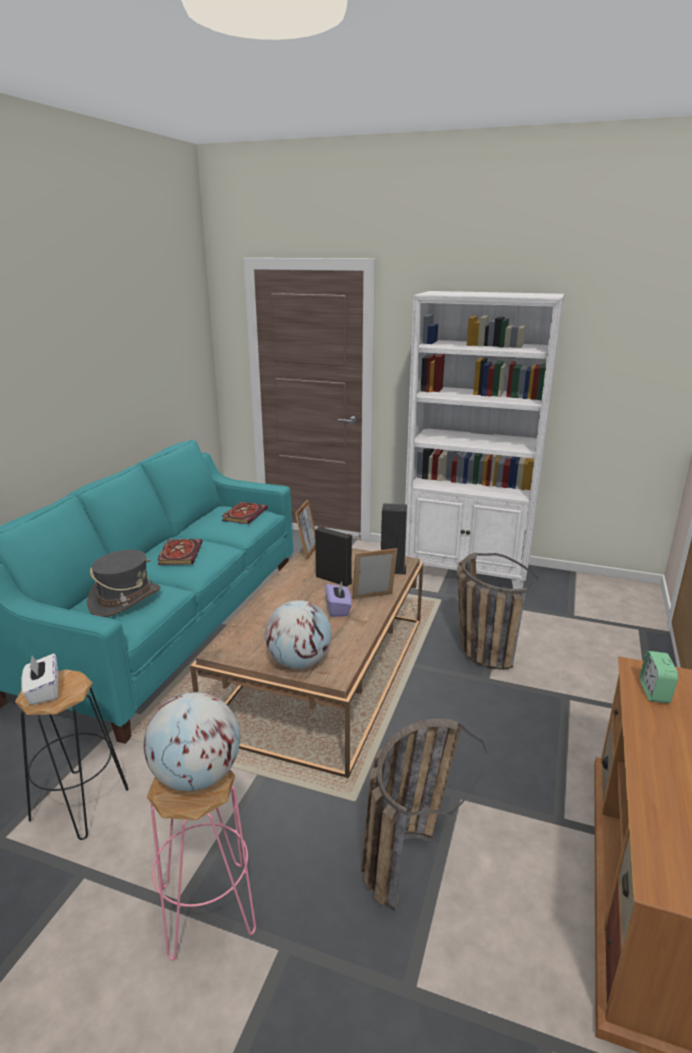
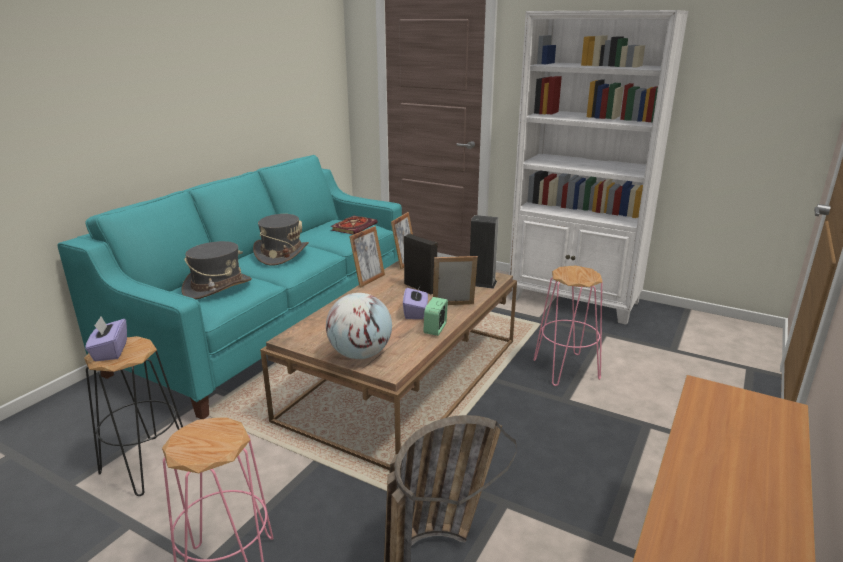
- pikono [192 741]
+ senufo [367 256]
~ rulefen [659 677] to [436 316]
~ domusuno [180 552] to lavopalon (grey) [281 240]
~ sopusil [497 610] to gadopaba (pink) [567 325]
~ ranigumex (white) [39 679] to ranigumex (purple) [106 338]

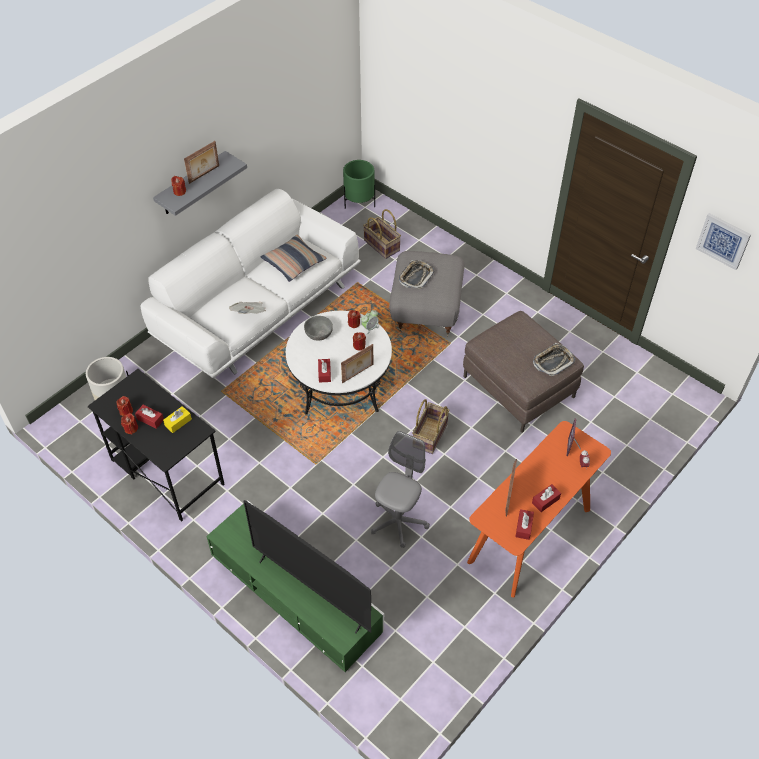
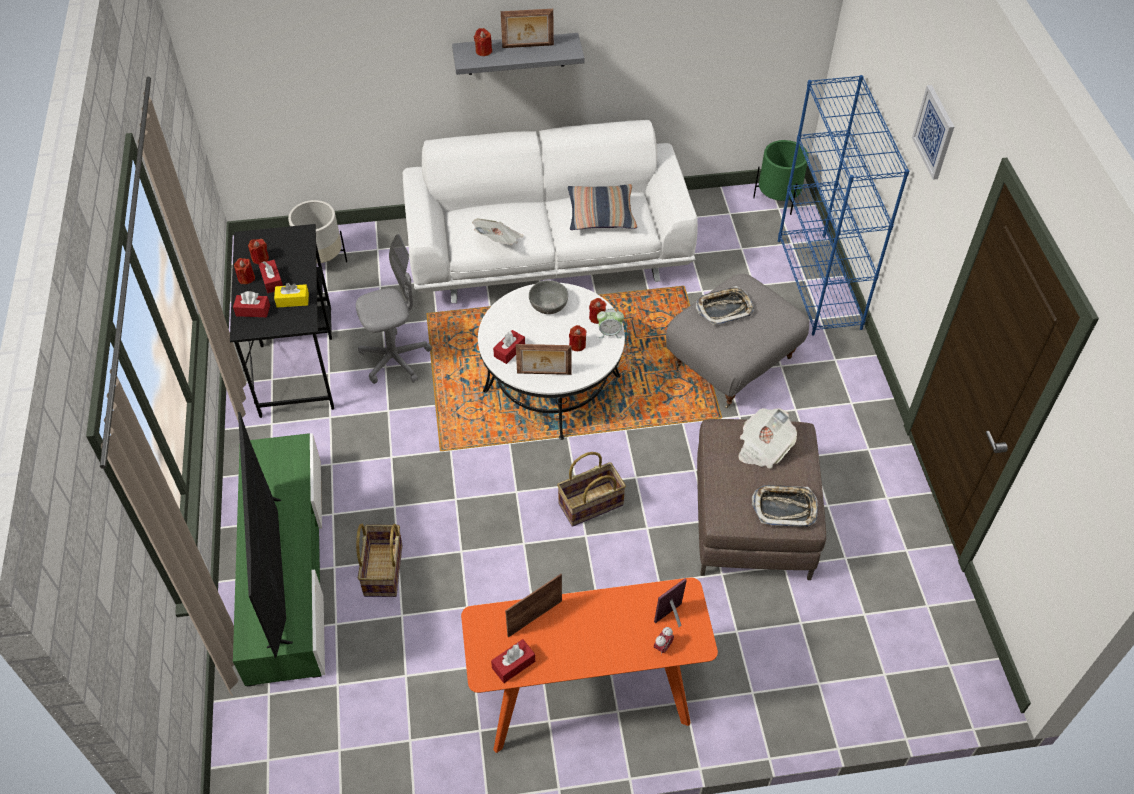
+ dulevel [767 438]
+ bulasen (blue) [843 205]
~ sopusil [382 234] to [379 560]
~ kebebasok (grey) [400 489] to [394 309]
~ ranigumex (red) [546 498] to [251 304]
~ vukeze [723 241] to [933 132]

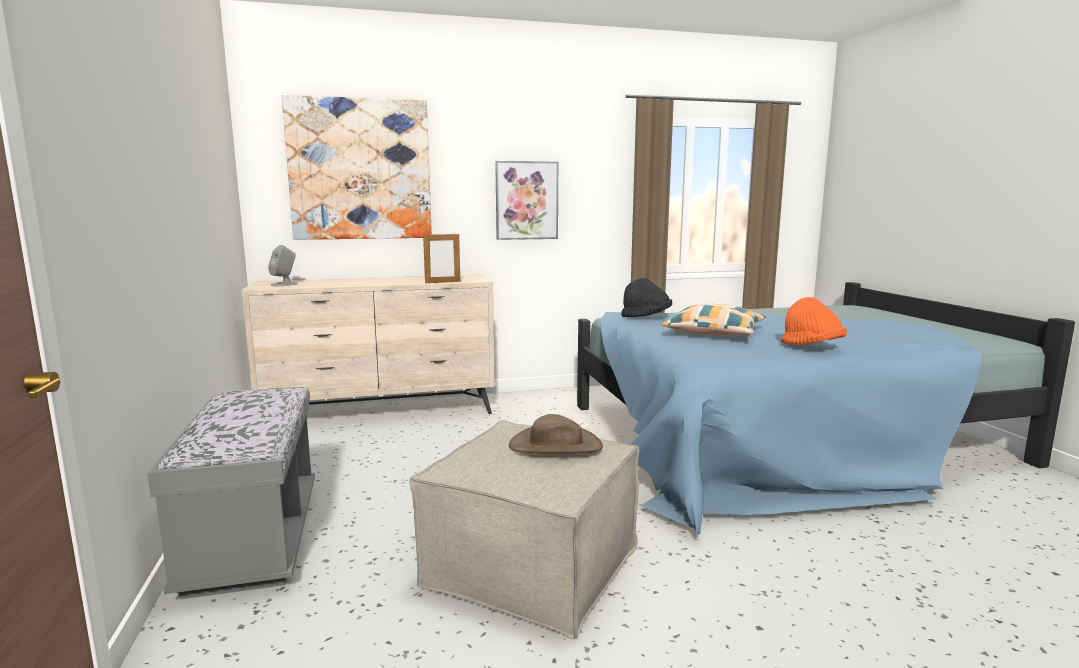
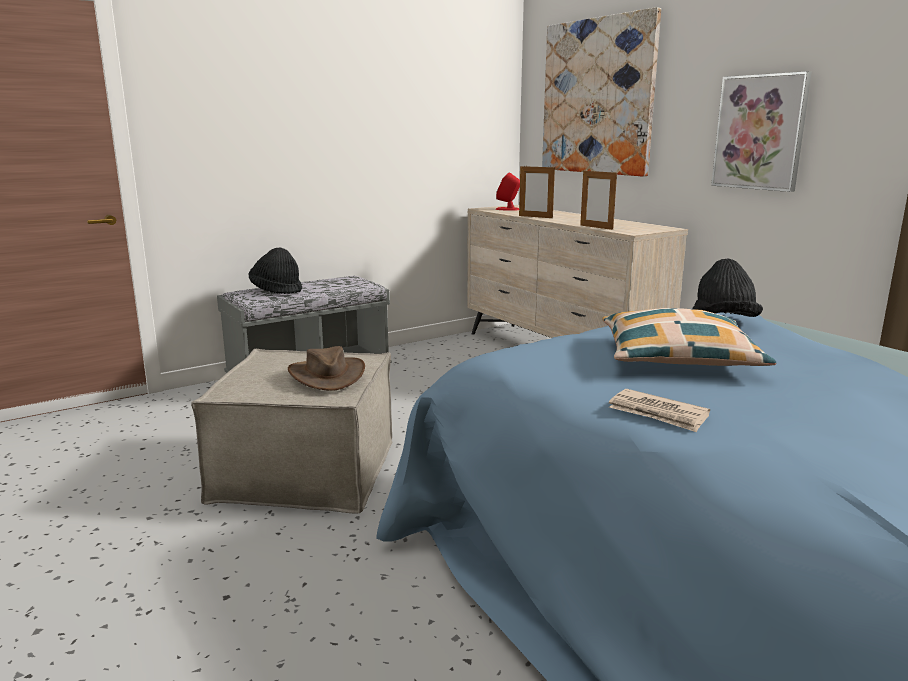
+ lavopalon (black) [275 271]
+ senufo [537 191]
~ lavopalon (orange) [814 321] to dulevel [659 410]
~ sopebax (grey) [283 265] to sopebax (red) [508 191]

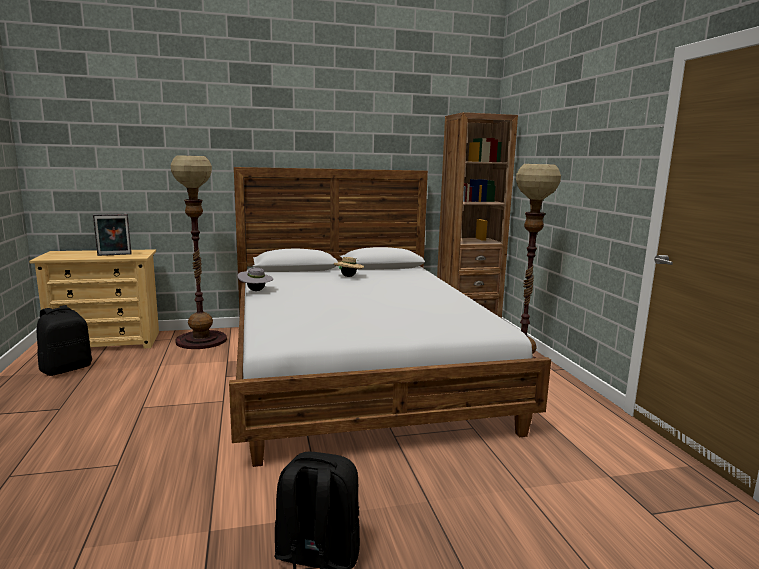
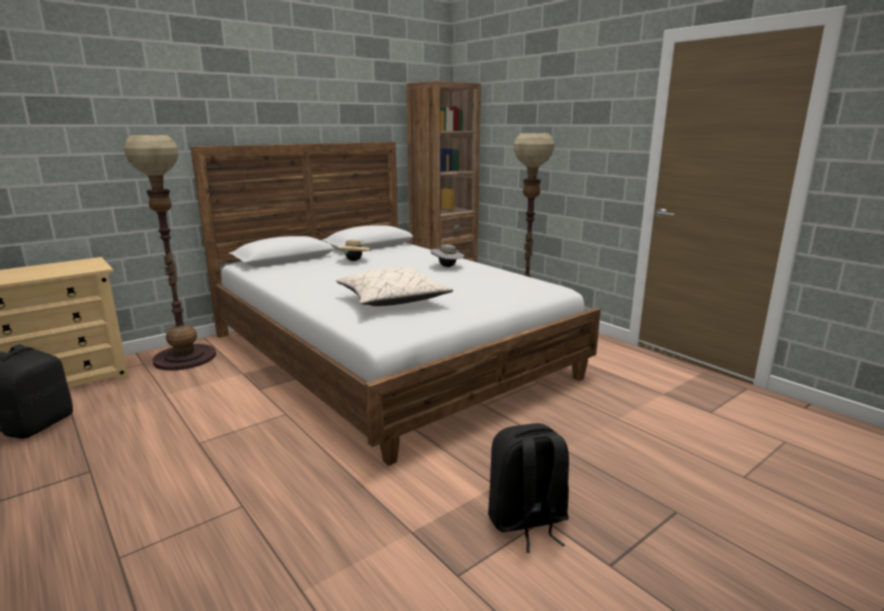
- senufo [112 235]
+ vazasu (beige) [394 286]
~ lavopalon (grey) [255 279] to [447 255]

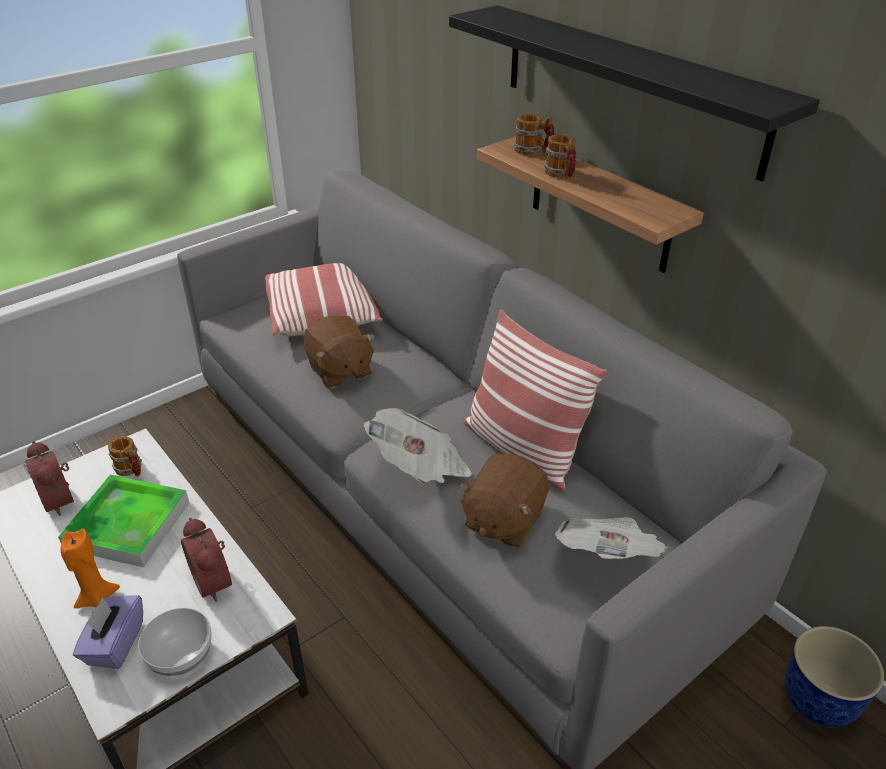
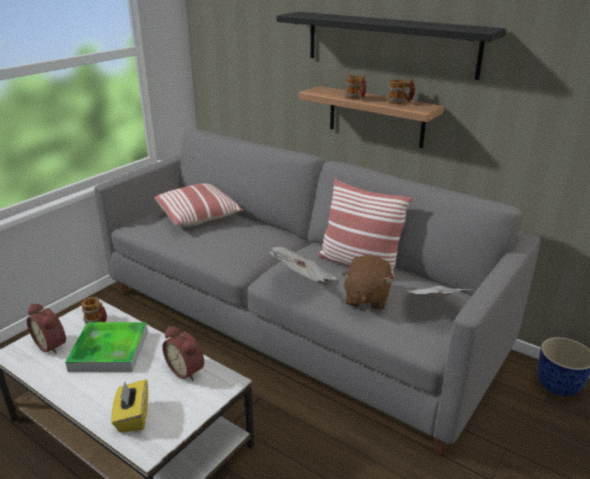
- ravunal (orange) [90 568]
- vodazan [175 642]
- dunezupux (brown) [339 352]
~ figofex [534 134] to [401 91]
~ ranigumex (purple) [108 632] to ranigumex (yellow) [129 405]

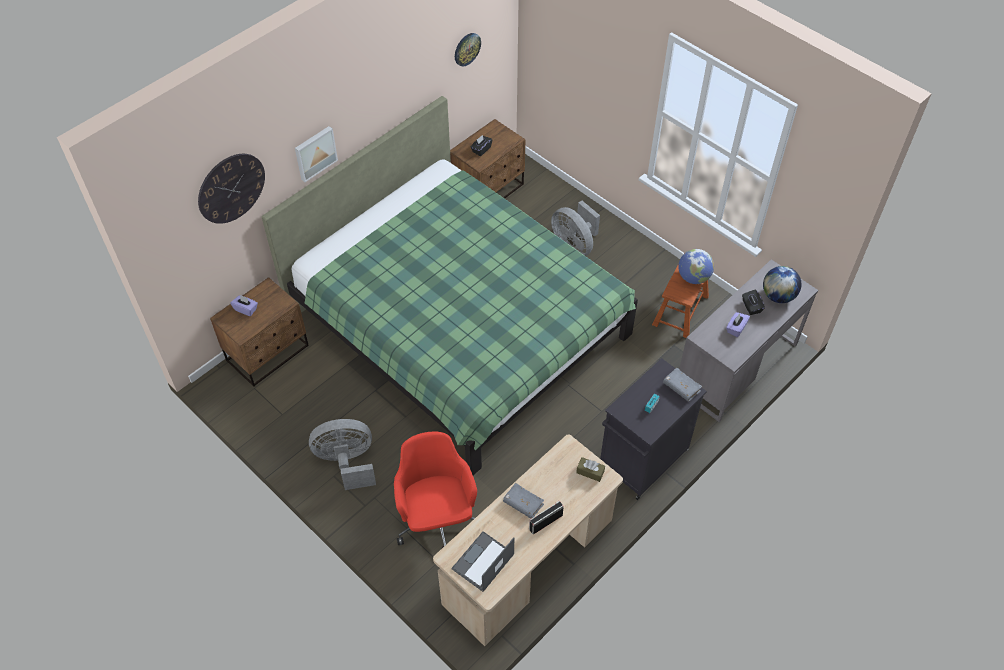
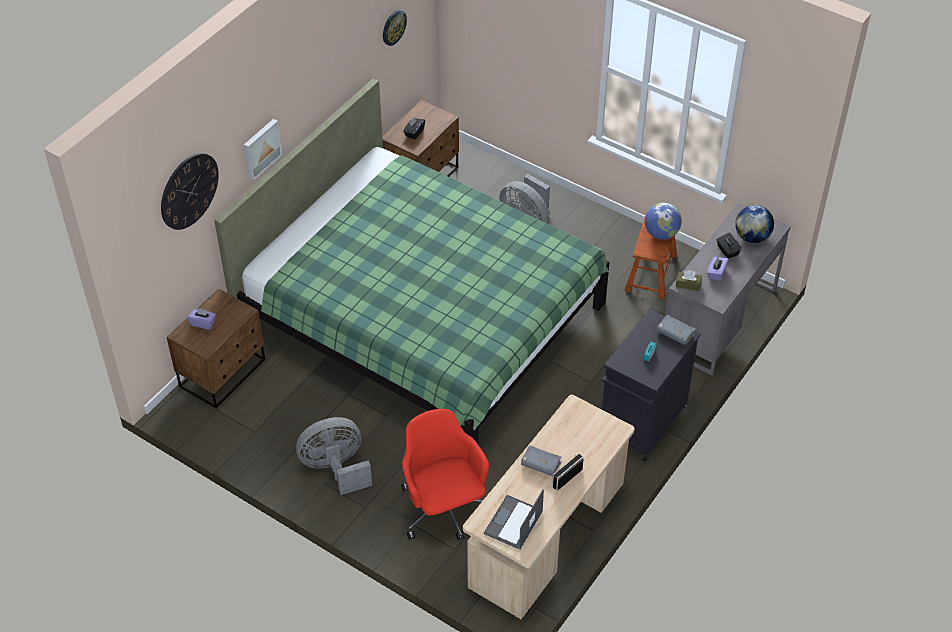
~ ranigumex (brown) [590 469] to [689 280]

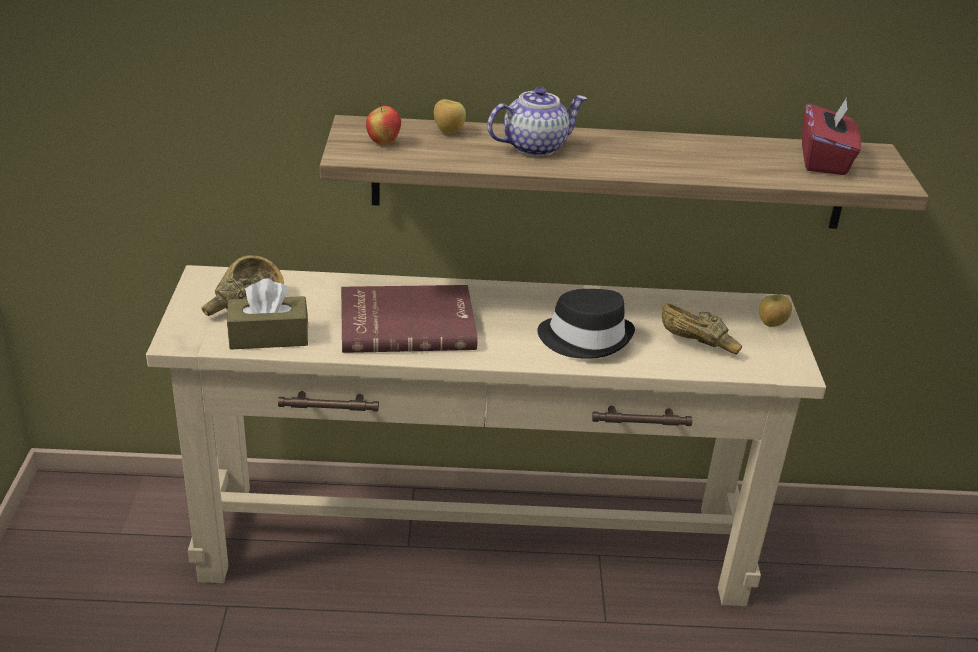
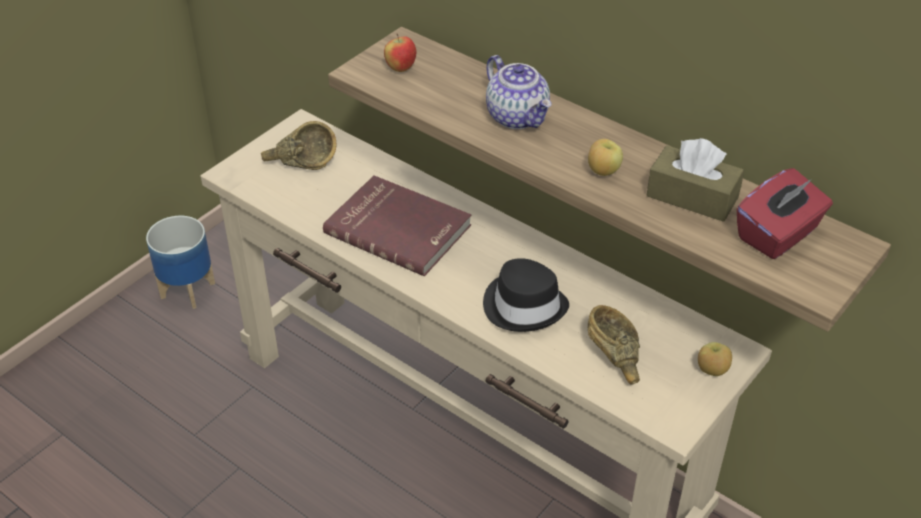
+ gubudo [180 262]
~ ranigumex (brown) [268 314] to [695 180]
~ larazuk [450 116] to [605 157]
~ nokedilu [537 122] = [519 92] 45 degrees clockwise

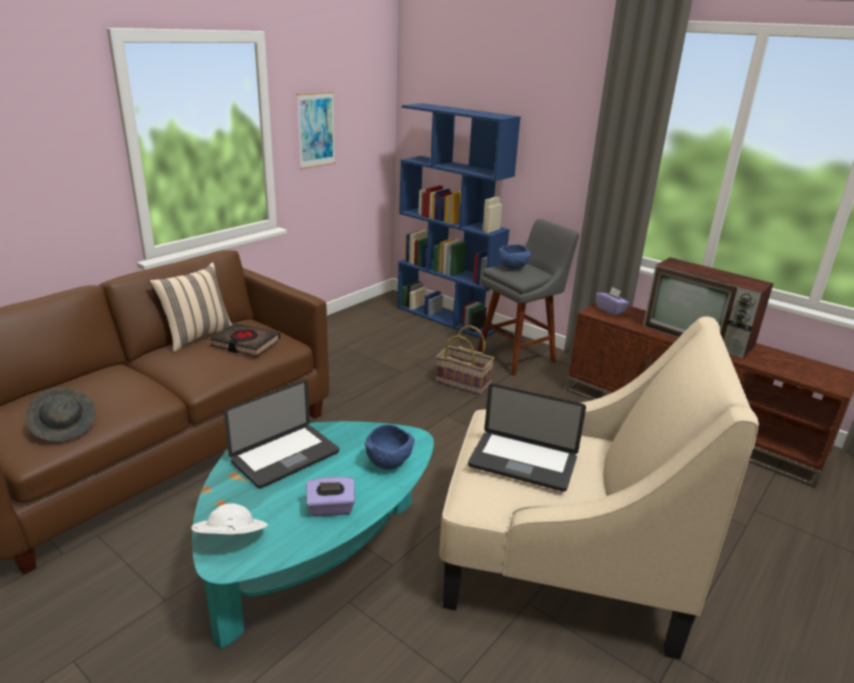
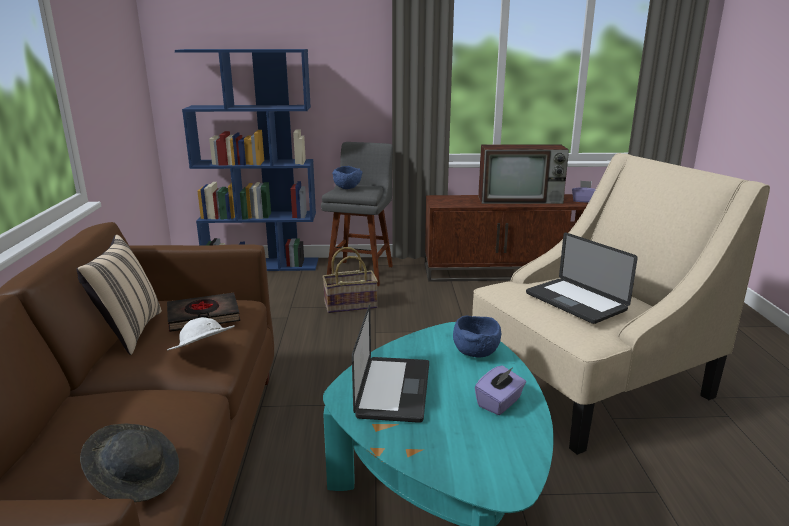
- vukeze [316 130]
~ lavopalon (white) [229 518] to [201 333]
~ ranigumex (purple) [612 301] to [584 192]
~ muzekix [527 437] = [582 278] 75 degrees clockwise

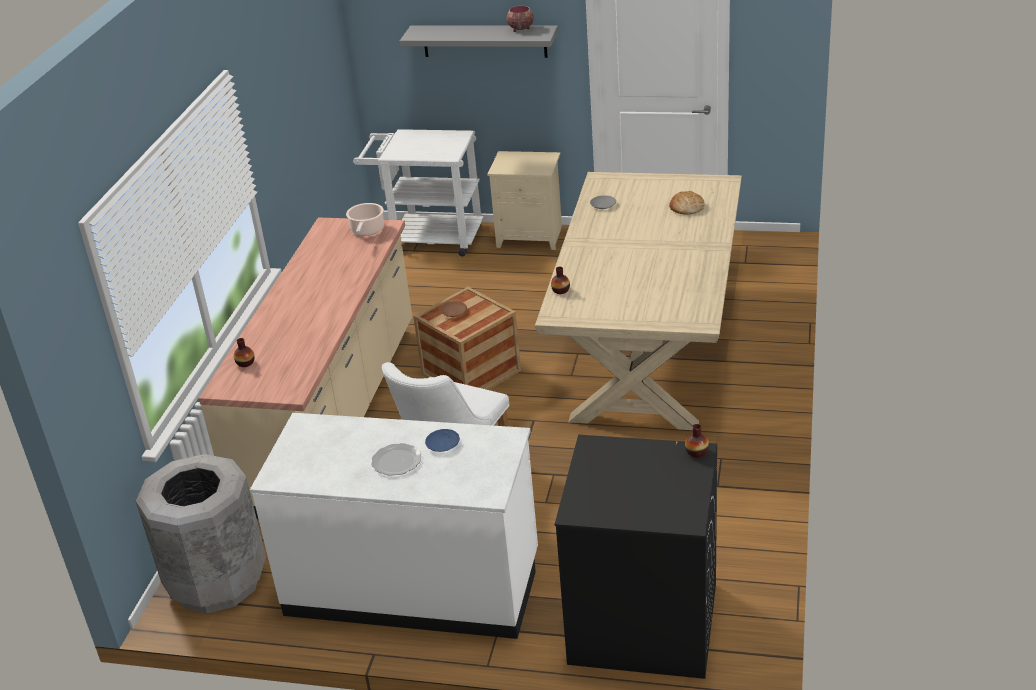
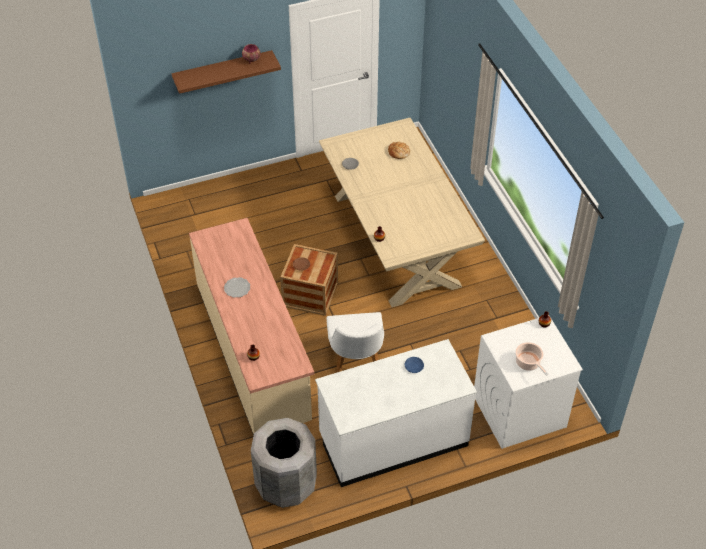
- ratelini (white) [418 193]
- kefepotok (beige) [524 200]
~ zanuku [365 219] to [532 359]
~ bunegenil [396 459] to [237 287]
~ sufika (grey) [479 42] to sufika (brown) [226 72]
~ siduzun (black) [636 557] to siduzun (white) [528 383]

